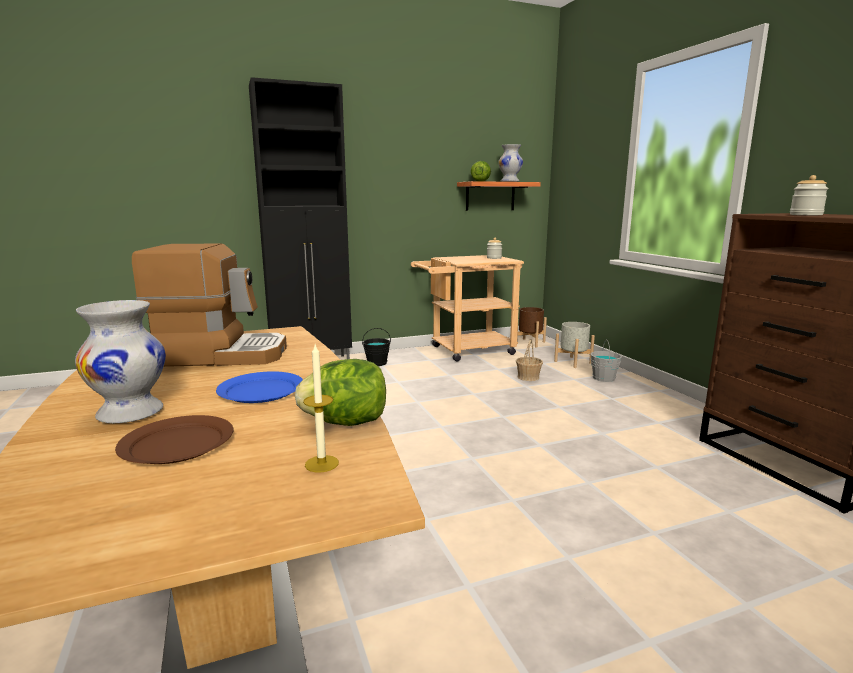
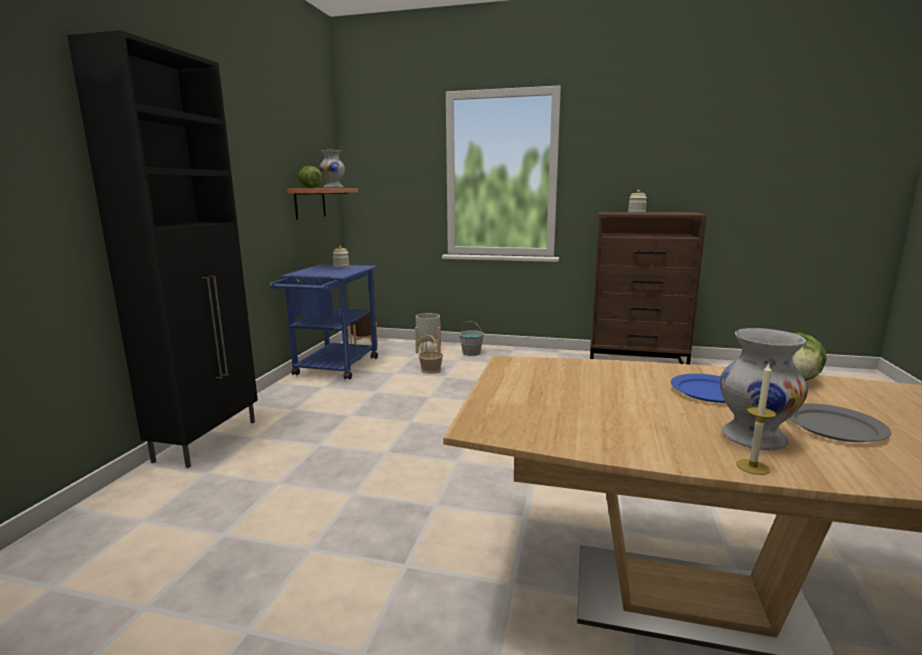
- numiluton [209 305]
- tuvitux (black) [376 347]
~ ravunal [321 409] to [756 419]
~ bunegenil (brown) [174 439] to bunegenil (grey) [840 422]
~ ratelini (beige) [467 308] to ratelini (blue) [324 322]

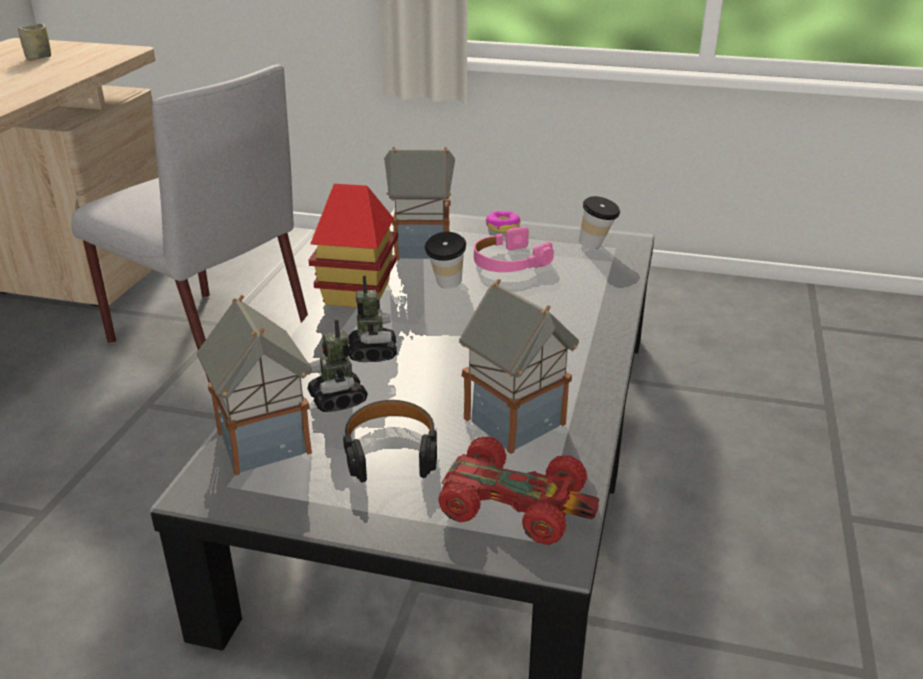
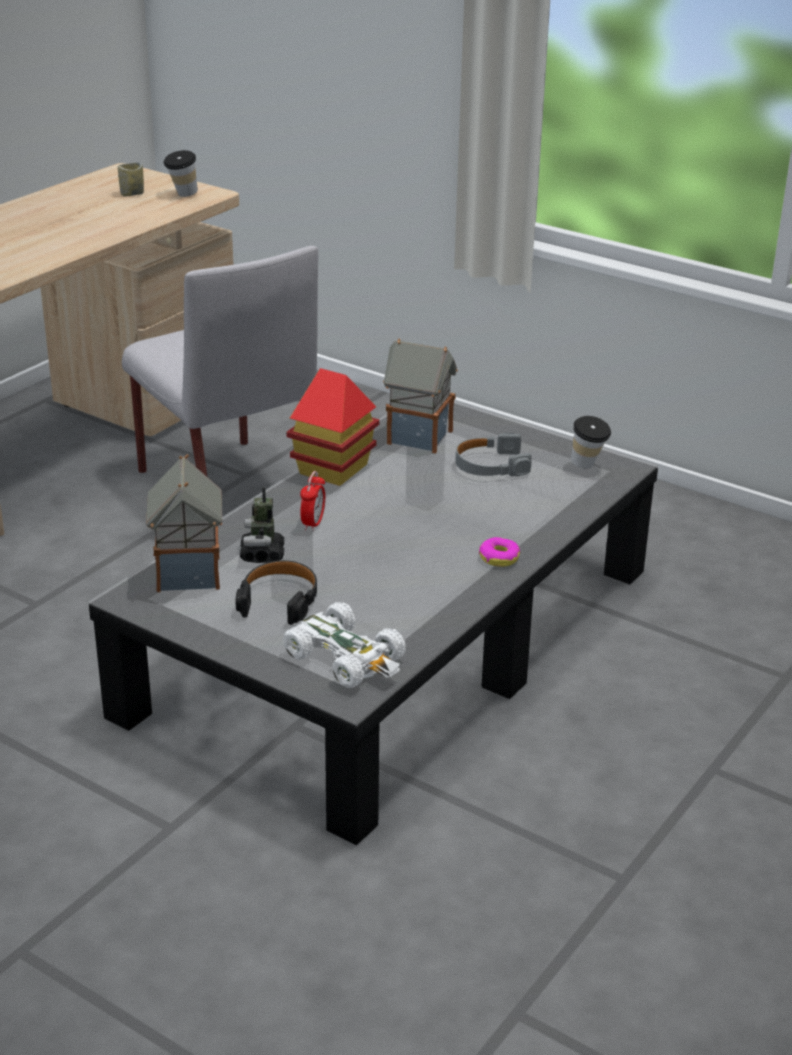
- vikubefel [519 366]
~ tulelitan [445 260] to [180 173]
~ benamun [503 222] to [499 552]
~ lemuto [372 318] to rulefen [312 501]
~ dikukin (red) [518 491] to dikukin (white) [344 645]
~ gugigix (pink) [514 249] to gugigix (grey) [493 455]

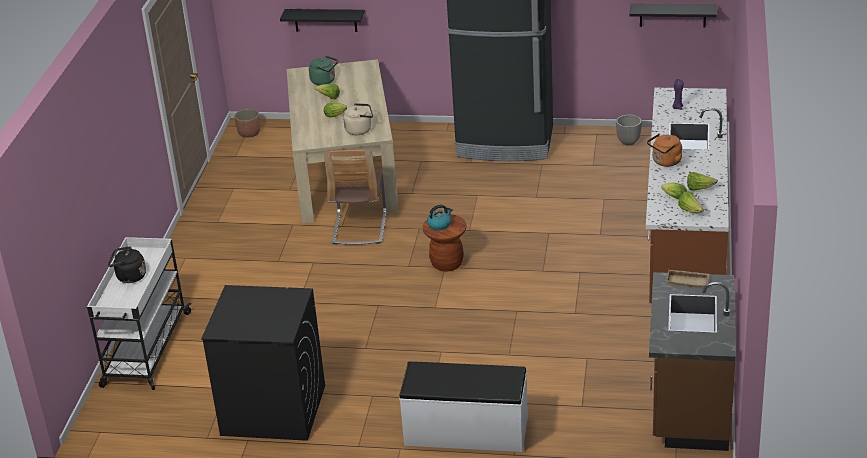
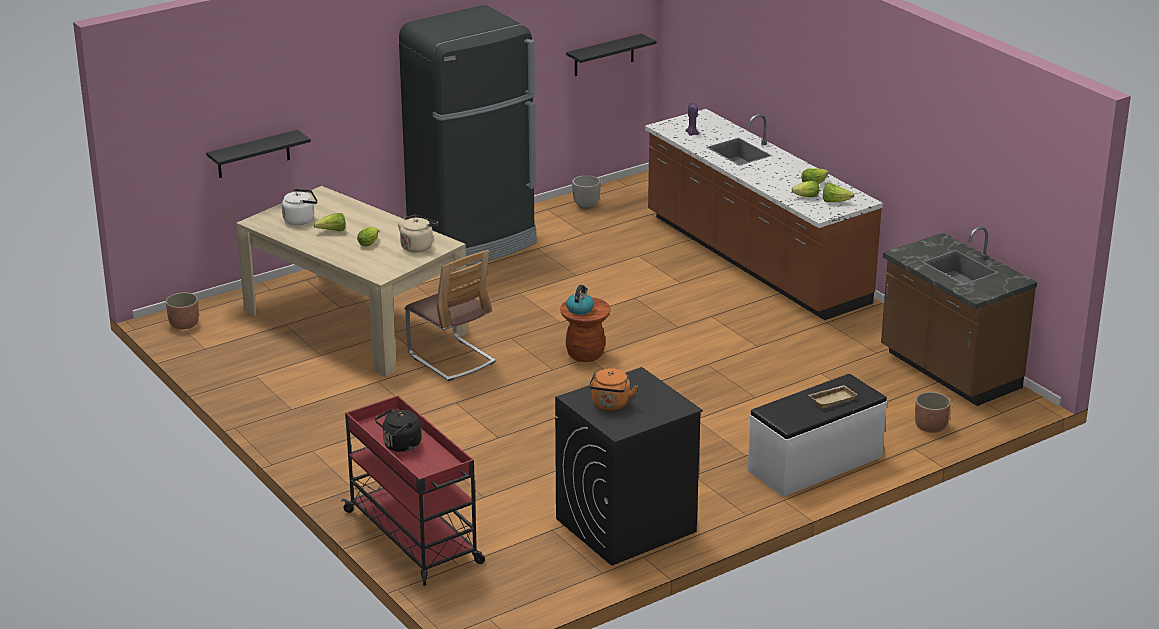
+ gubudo [933 412]
~ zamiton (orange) [664 150] to [613 389]
~ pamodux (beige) [687 279] to [833 397]
~ ratelini (white) [139 313] to ratelini (red) [413 491]
~ zamiton (green) [323 70] to zamiton (white) [300 207]

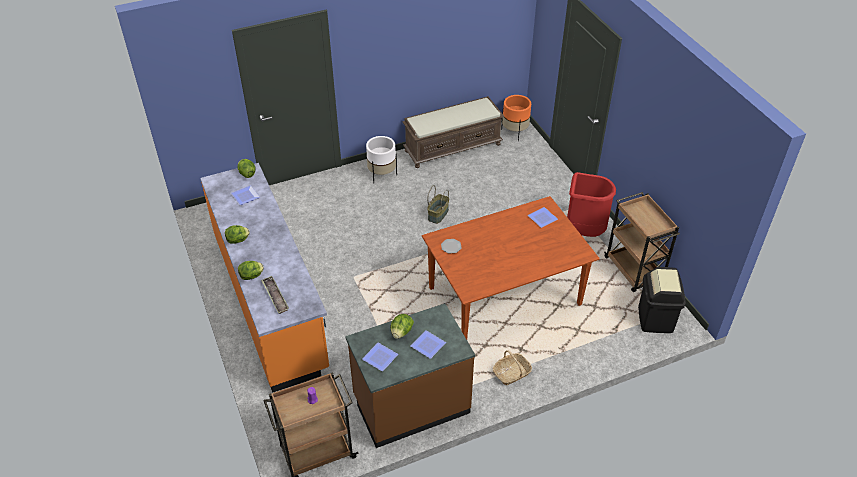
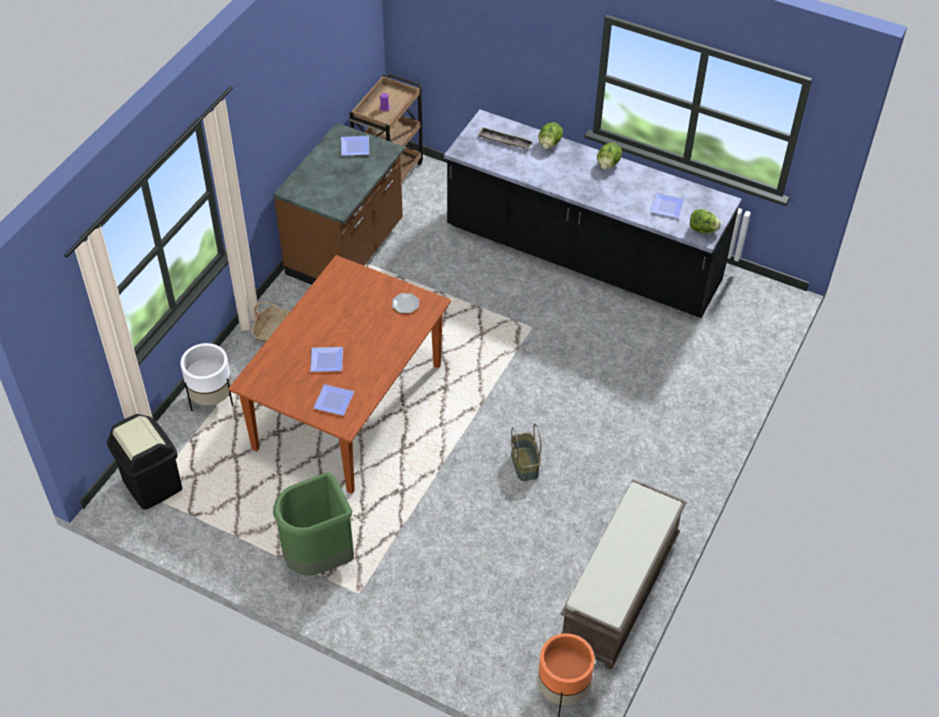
- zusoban [402 326]
- ratelini (brown) [642 242]
~ gubudo (white) [381 159] to [206 377]
~ bunegenil [428 344] to [326 359]
~ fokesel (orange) [264 278] to fokesel (black) [592 213]
~ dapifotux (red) [591 204] to dapifotux (green) [313 524]

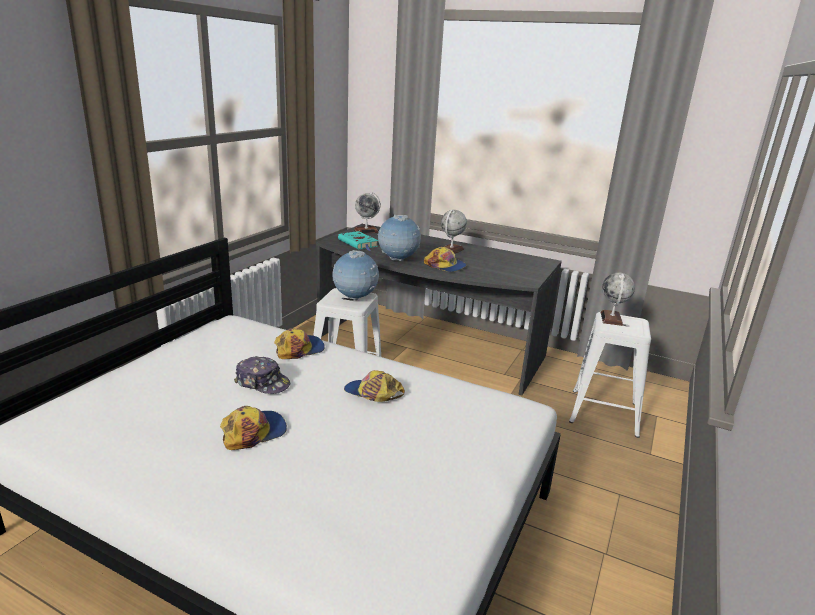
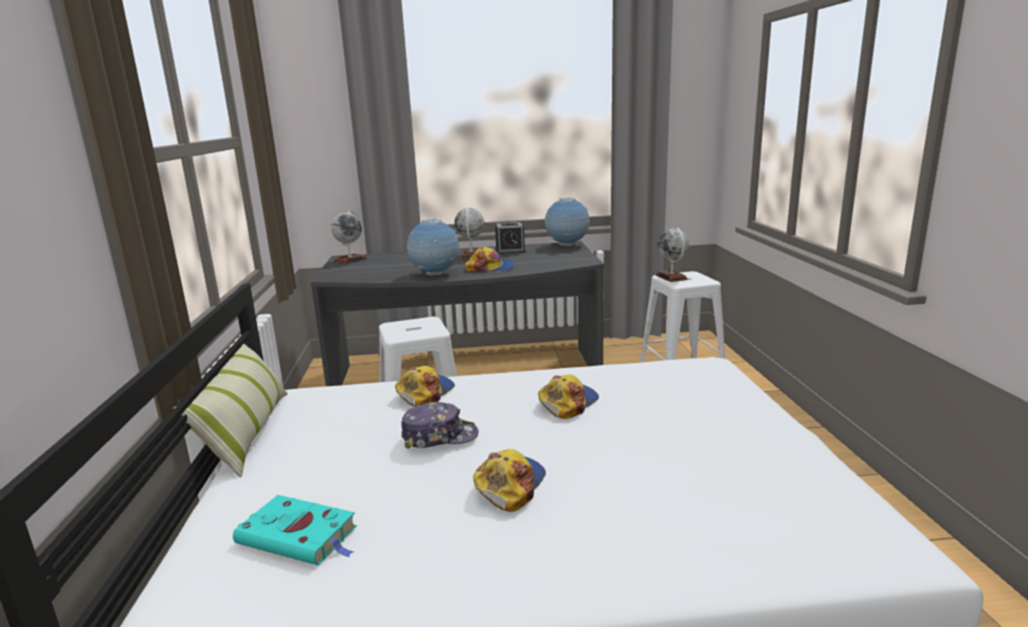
+ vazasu [230 411]
+ rulefen [510 237]
~ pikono [355 275] to [567 221]
~ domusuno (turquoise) [358 241] to [295 530]
~ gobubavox [374 386] = [568 396] 135 degrees clockwise

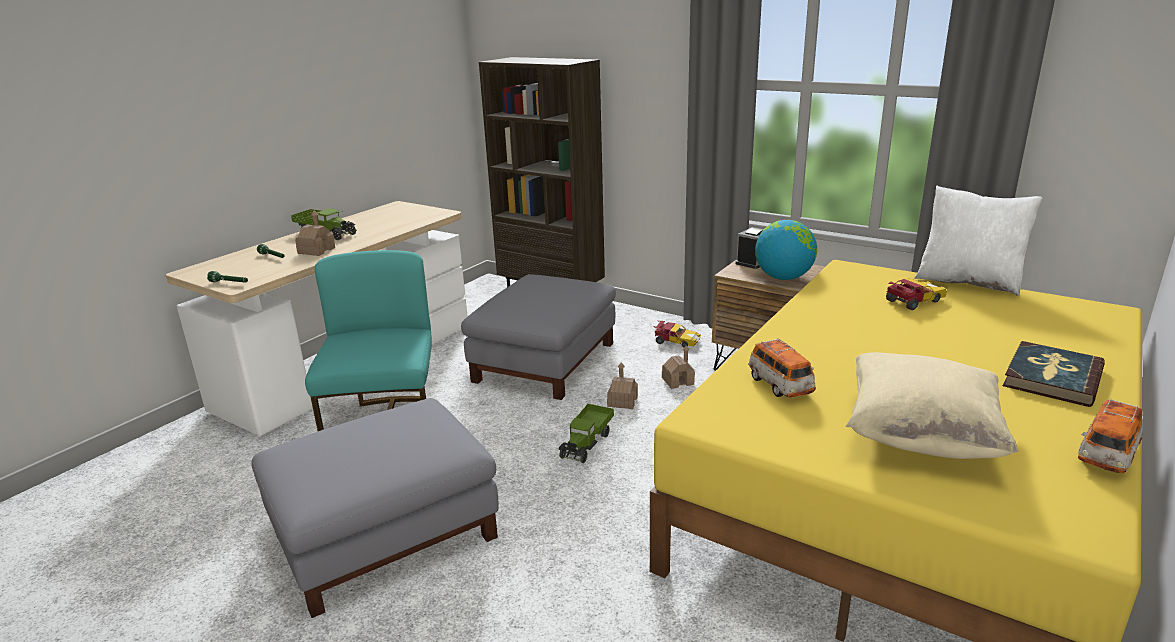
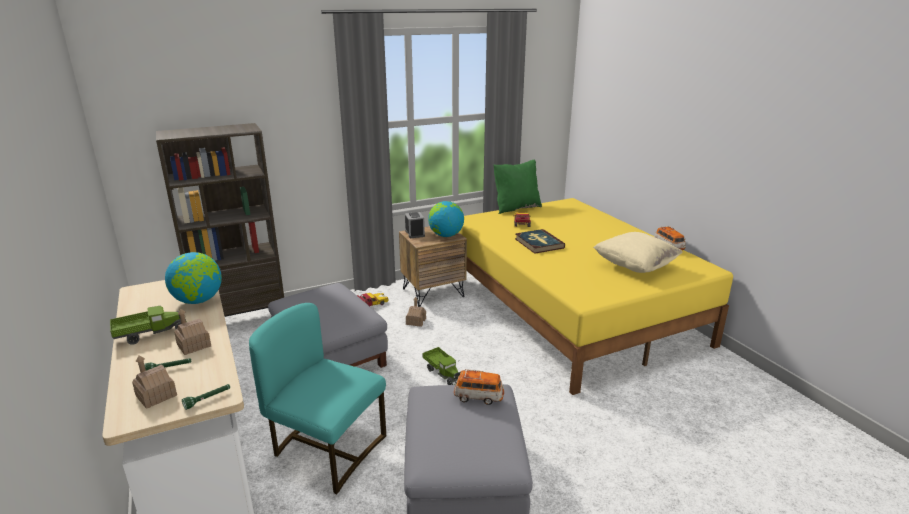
+ pikono [193 278]
~ vikubefel [622 386] to [154 382]
~ dikukin [782 368] to [479 387]
~ domusuno [1053 374] to [540 241]
~ vazasu (white) [978 241] to vazasu (green) [517 187]

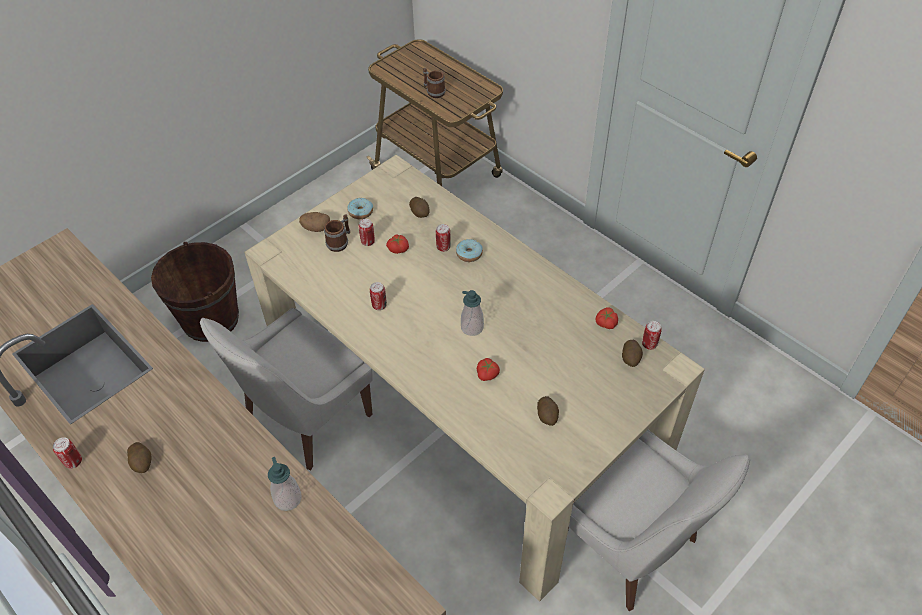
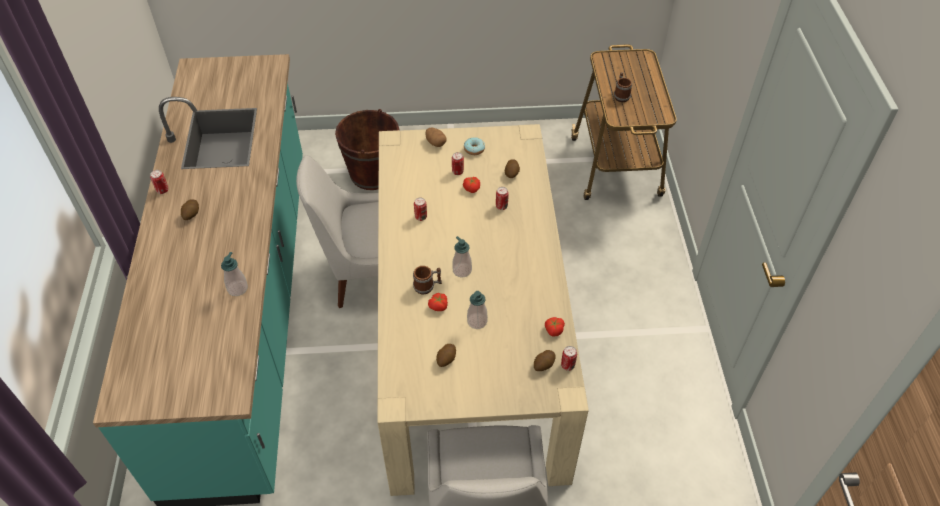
- benamun [469 250]
+ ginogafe [477 310]
~ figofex [337 233] to [427 280]

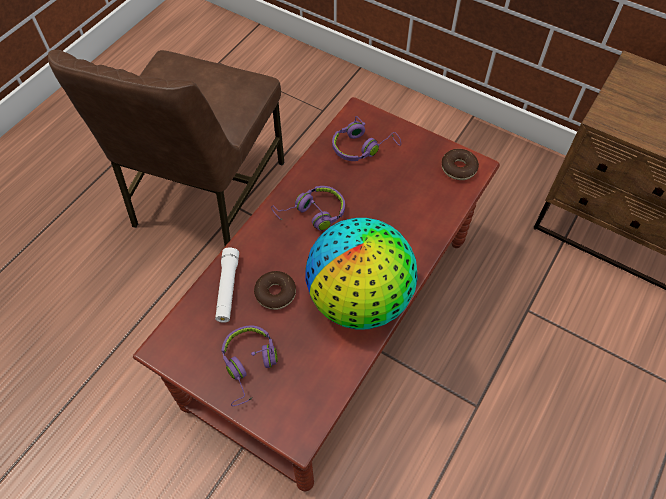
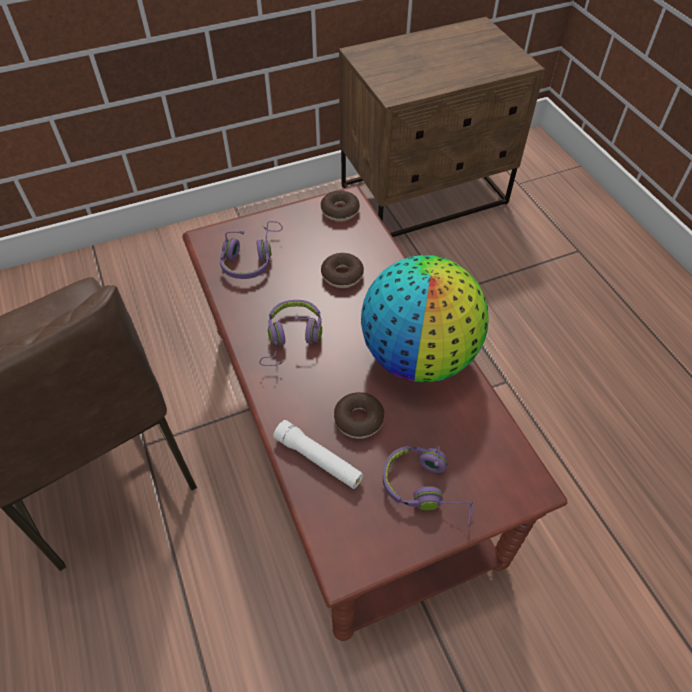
+ benamun [342 270]

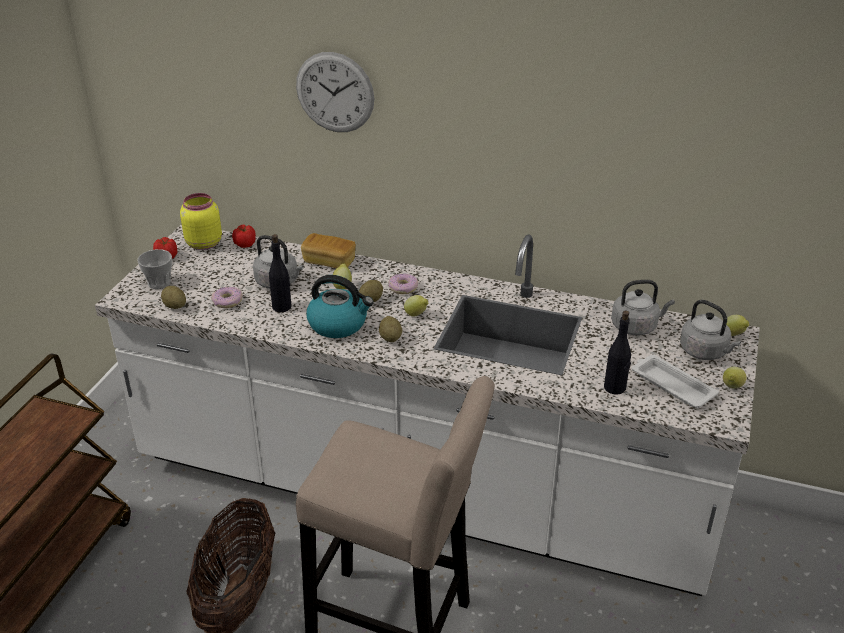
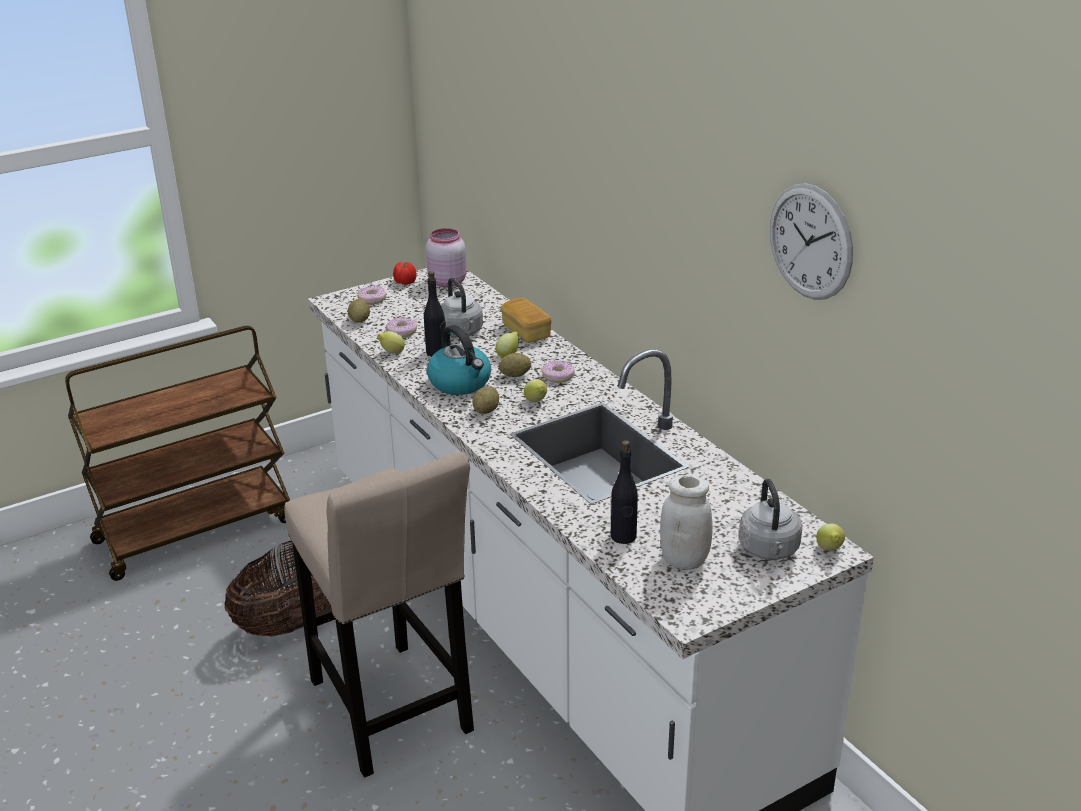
- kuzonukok [244 236]
- zamiton (grey) [643 307]
~ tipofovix [335 92] to [811 241]
~ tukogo [735 378] to [391 342]
~ tulelitan [154 269] to benamun [372 295]
~ pamodux (white) [675 381] to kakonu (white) [686 522]
~ kakonu (yellow) [201 221] to kakonu (pink) [446 257]

